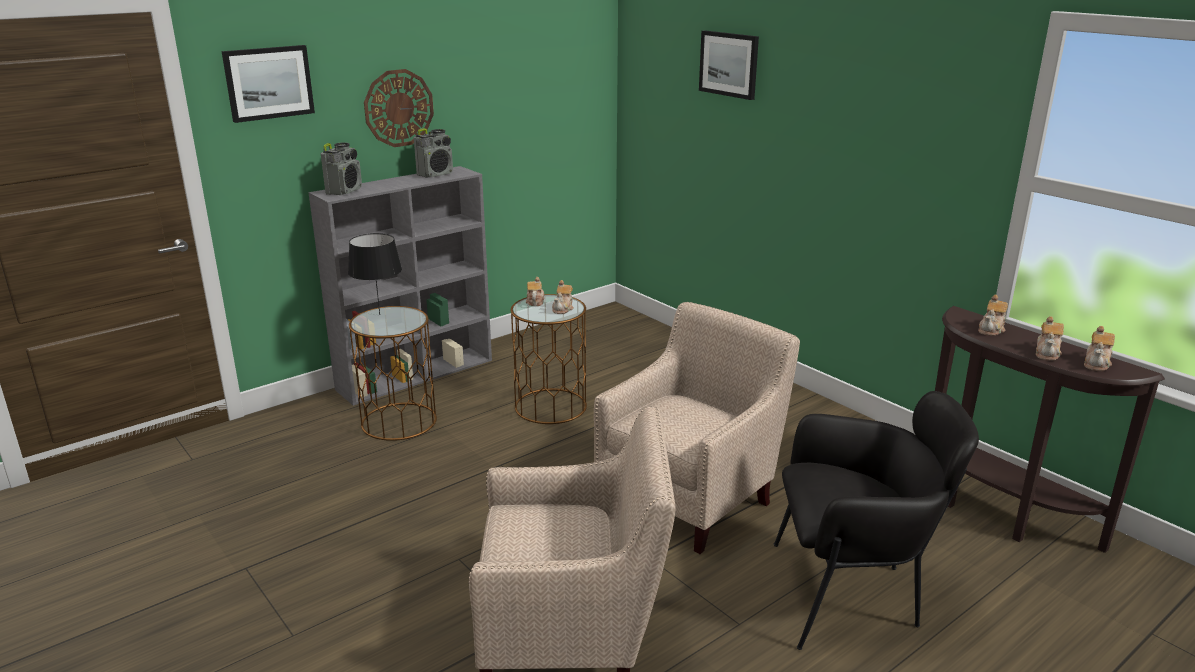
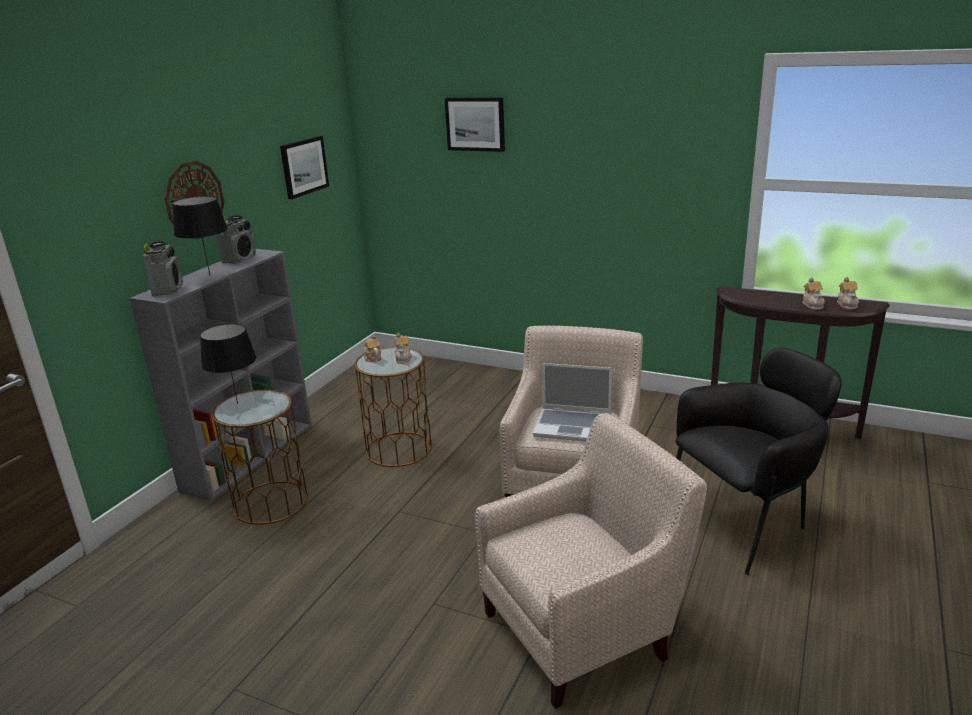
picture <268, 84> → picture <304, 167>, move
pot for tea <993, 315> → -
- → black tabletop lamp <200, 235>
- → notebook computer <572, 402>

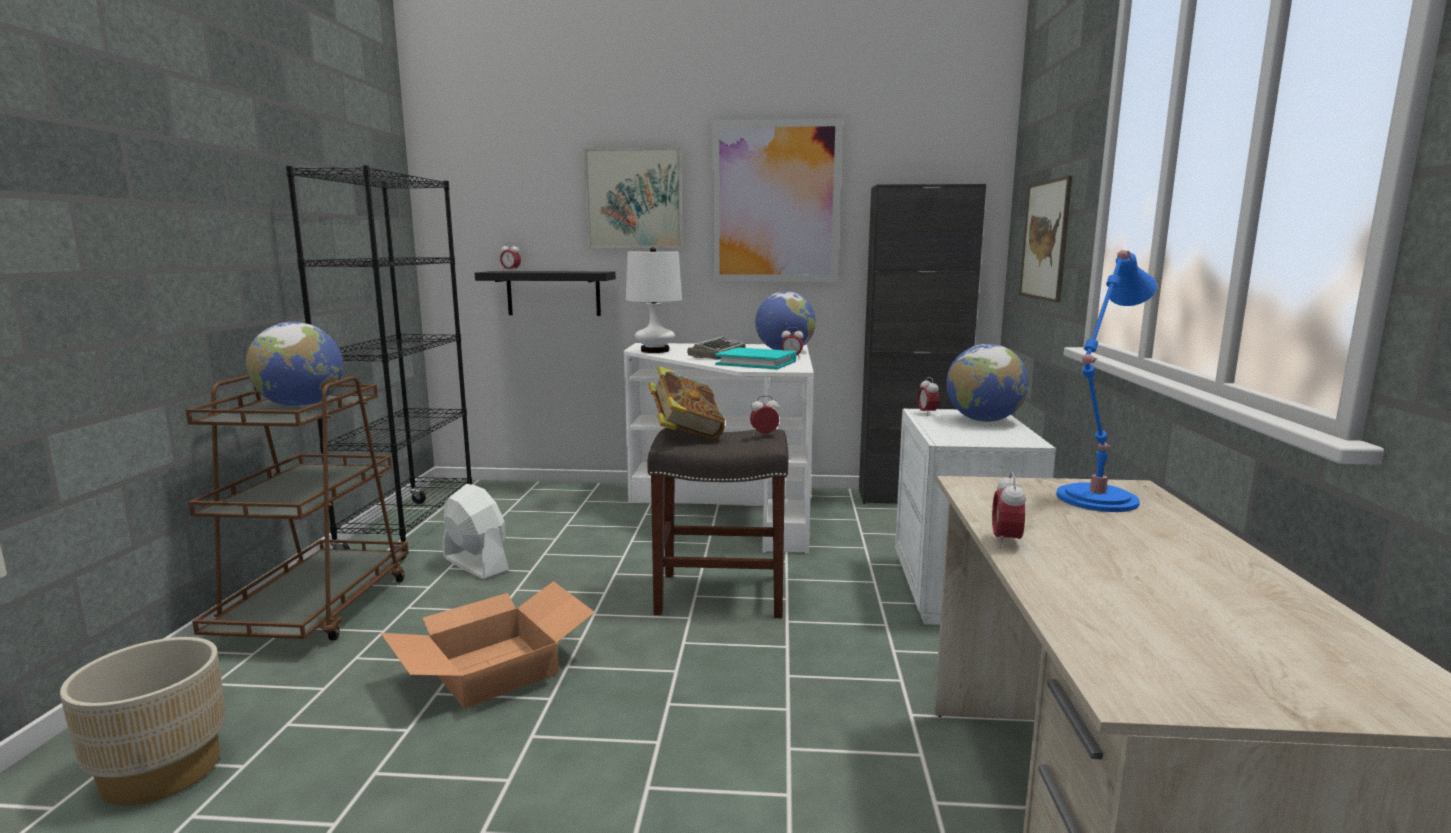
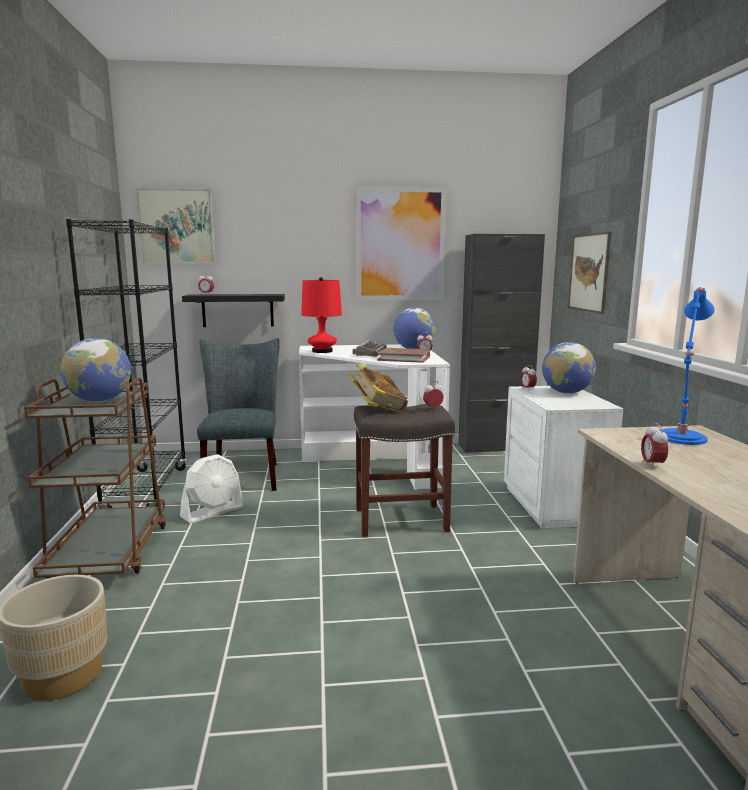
picture <633, 198> → picture <175, 225>, move
whitish tabletop lamp <654, 300> → red tabletop lamp <321, 315>
blue-green volume <756, 358> → brown volume <403, 355>
whitish electric fan <476, 531> → whitish electric fan <212, 488>, 105 degrees clockwise
cardboard box <488, 645> → -
- → gray upright chair <238, 414>

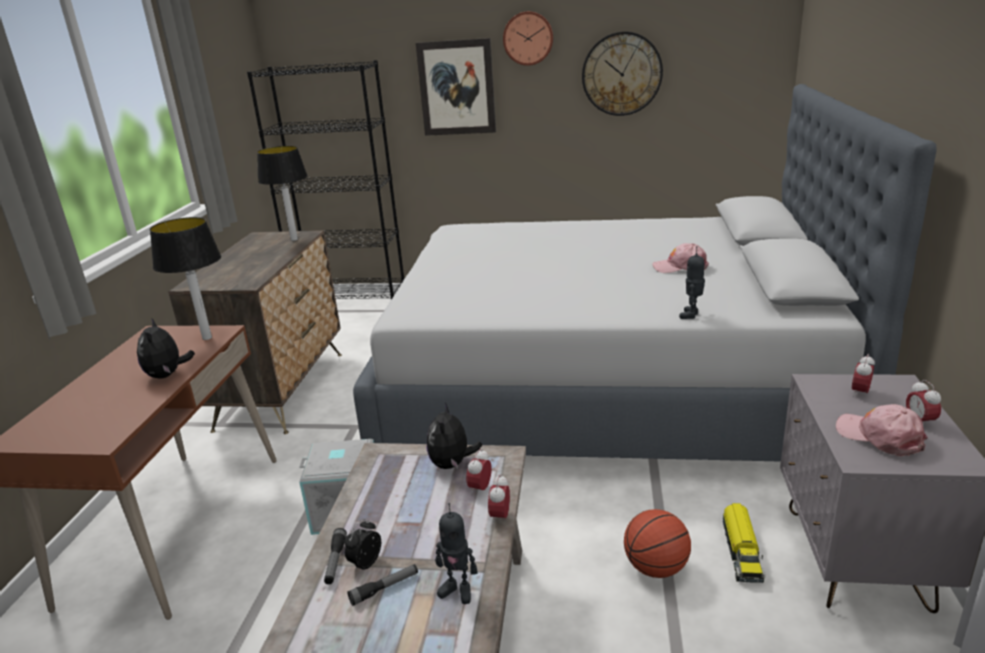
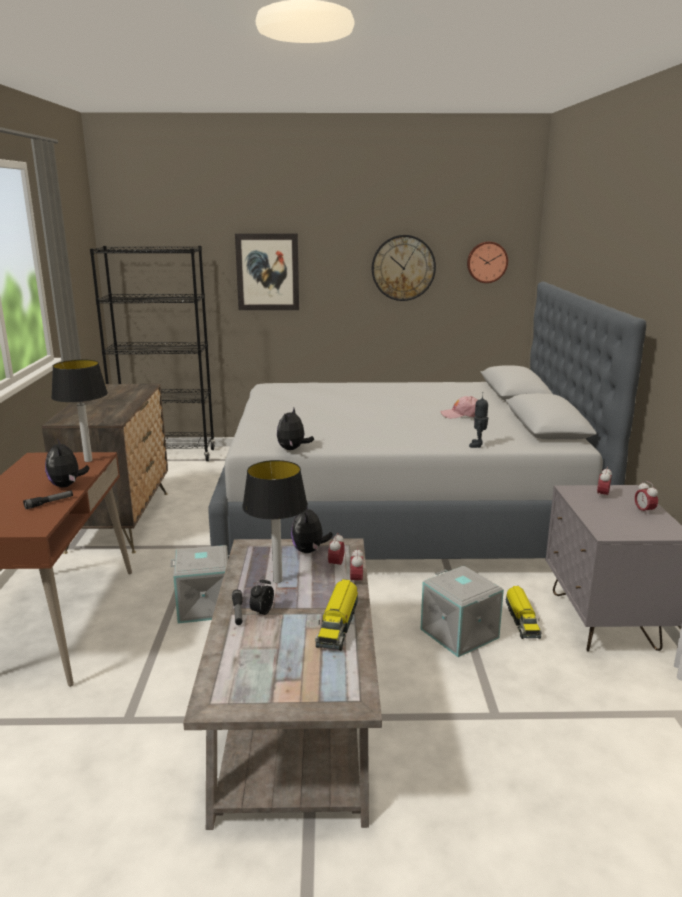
hanging clock <528, 38> → hanging clock <487, 262>, move
tabletop lamp <282, 193> → tabletop lamp <275, 521>, move
pinkish baseball cap <882, 430> → -
model robot <456, 553> → toy truck <336, 615>
basketball <657, 543> → gray storage box <462, 611>
torch <382, 585> → torch <48, 500>, move
- → soft toy <295, 429>

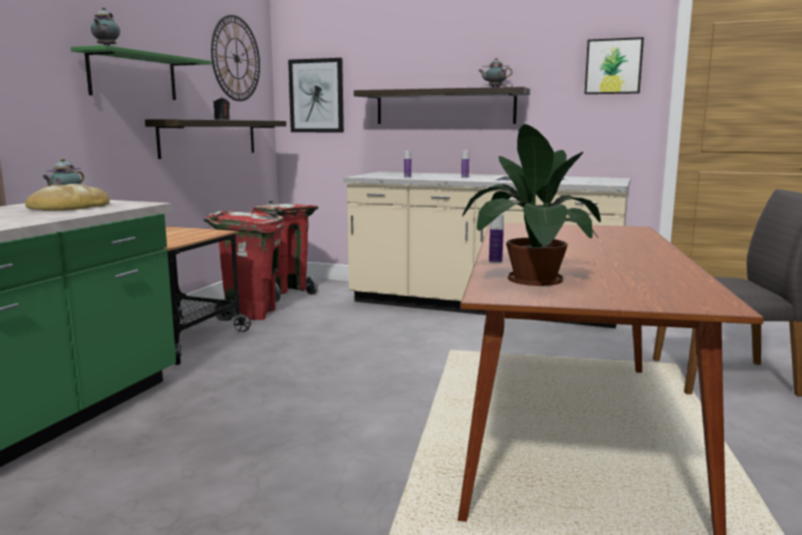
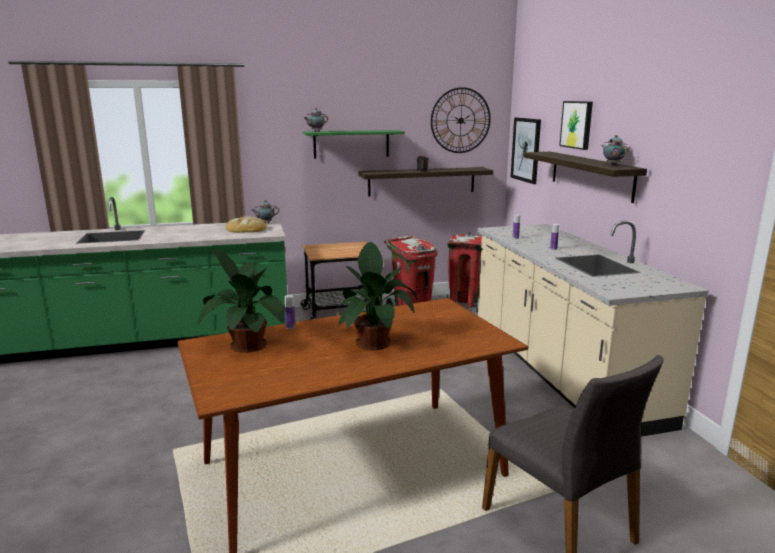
picture <614, 65> → picture <576, 125>, move
- → potted plant <378, 296>

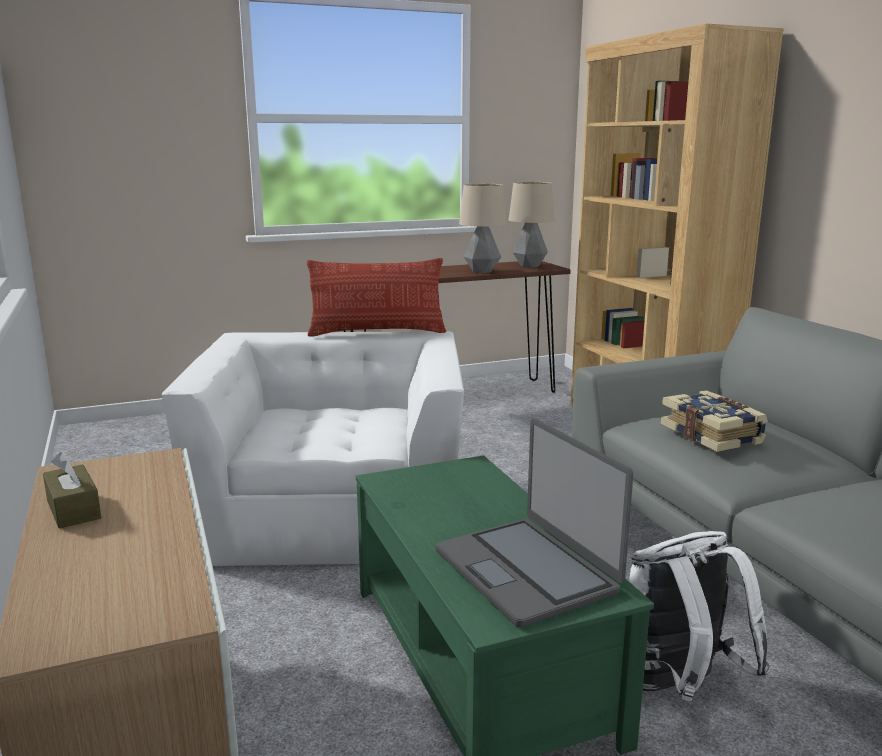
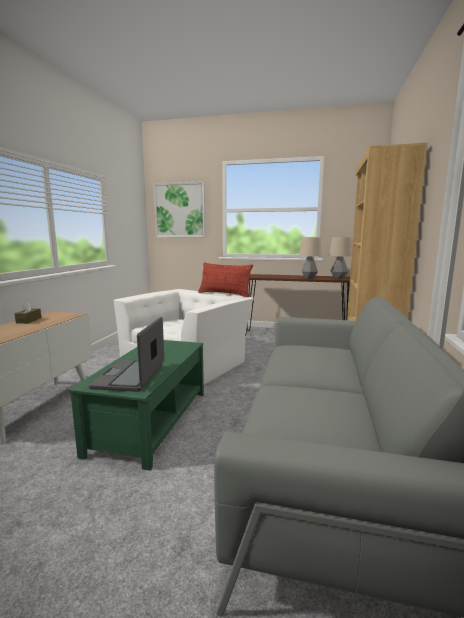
volume <714, 421> → -
whitish knapsack <699, 616> → -
- → picture <179, 209>

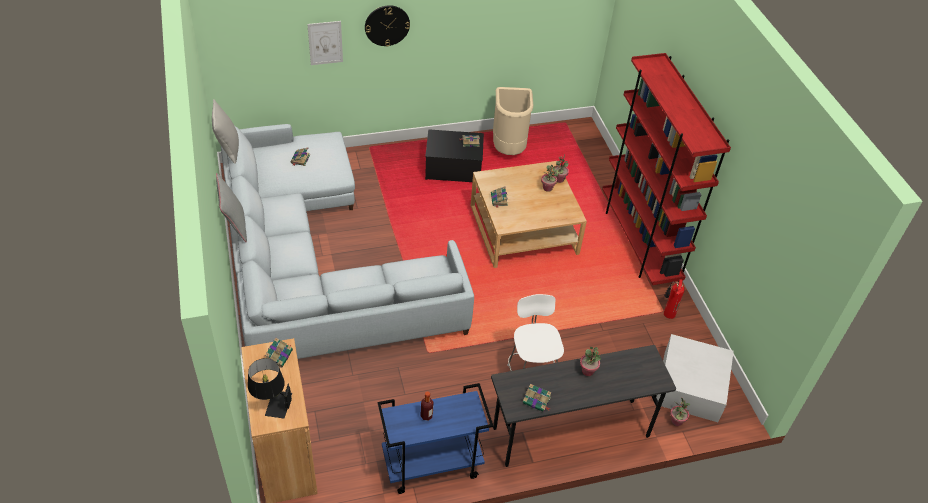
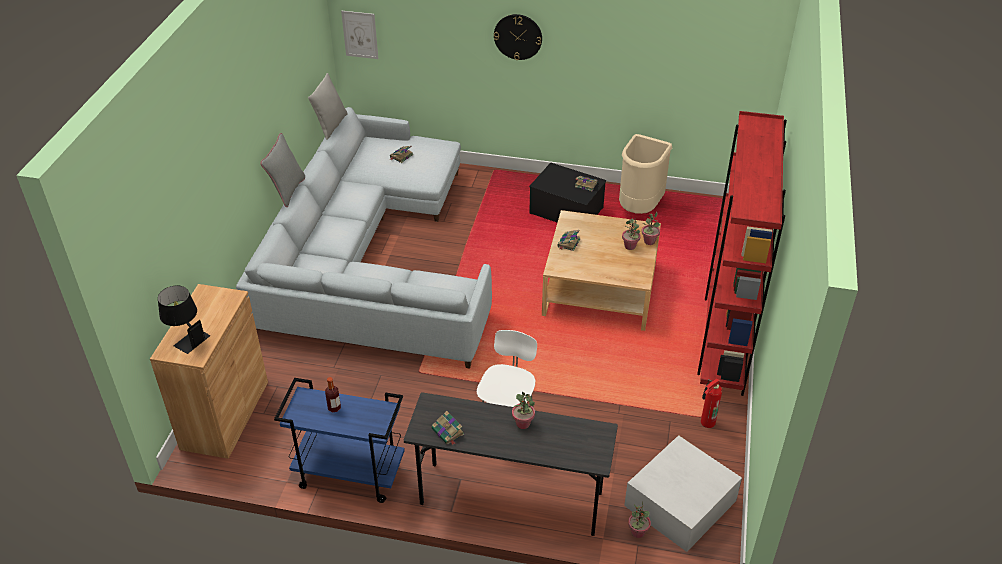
picture <325, 43> → picture <359, 35>, move
volume <279, 353> → -

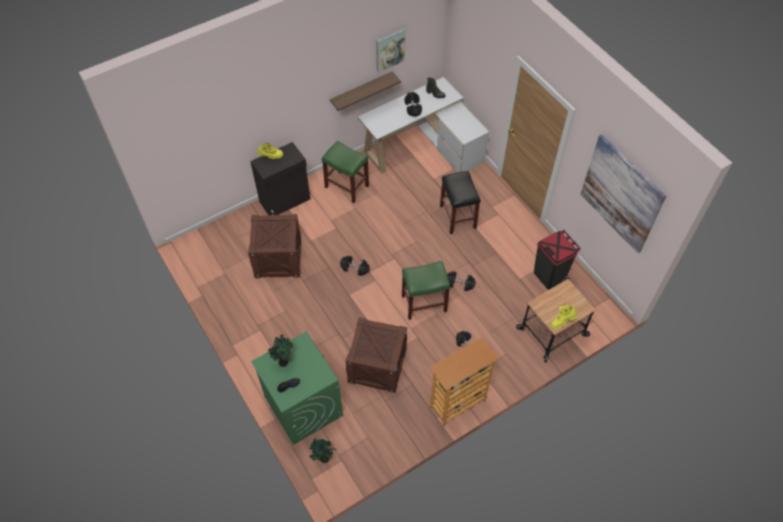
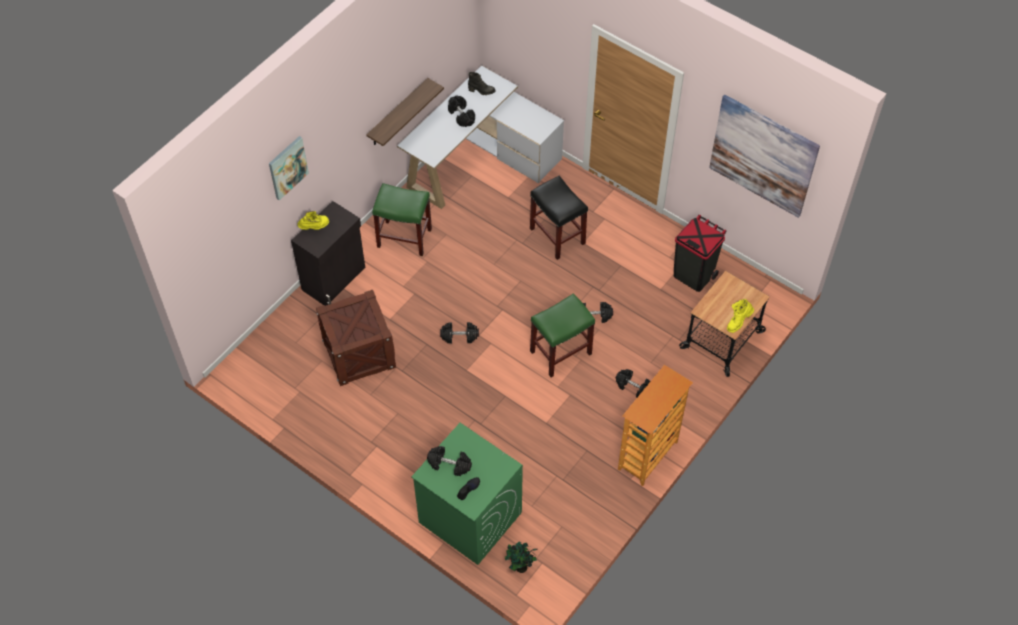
picture <390, 50> → picture <289, 168>, move
packing crate <376, 355> → -
potted plant <280, 351> → black dumbbell <449, 461>

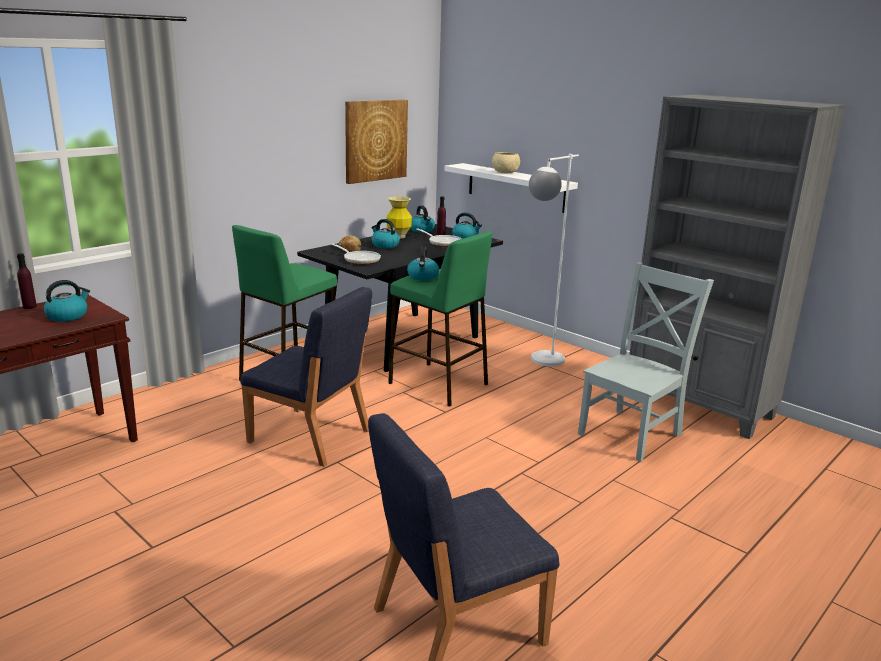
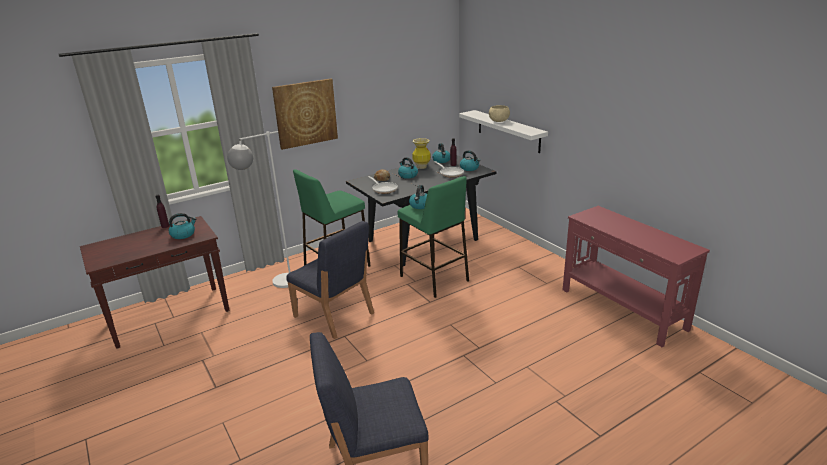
gray bookcase <737, 266> → red narrow table <636, 276>
picture <376, 142> → picture <305, 114>, move
whitish floor lamp <554, 260> → whitish floor lamp <258, 209>, move
gray upright chair <646, 362> → -

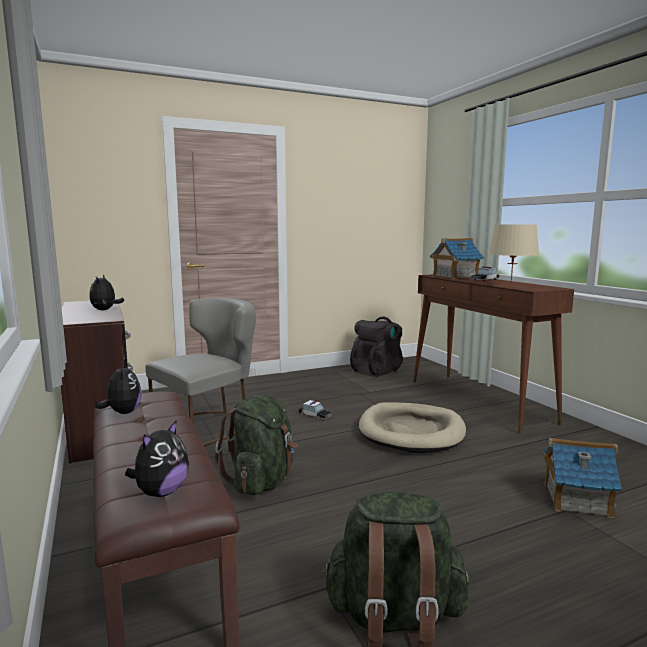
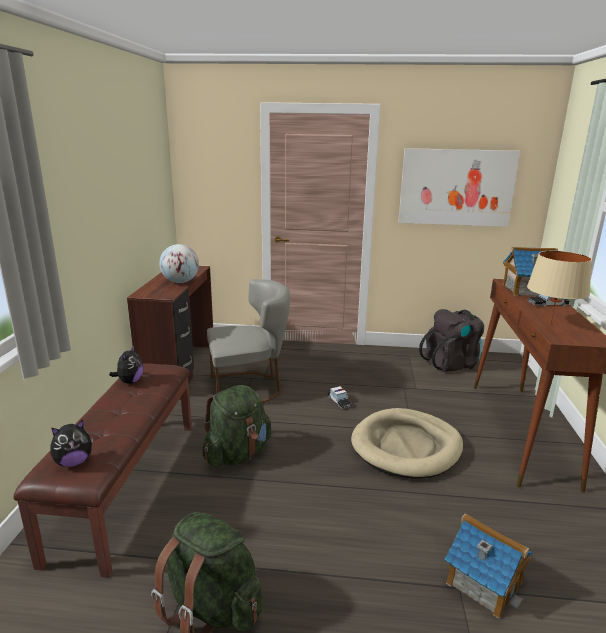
soft toy <106, 292> → desk globe <179, 263>
- → picture <459, 187>

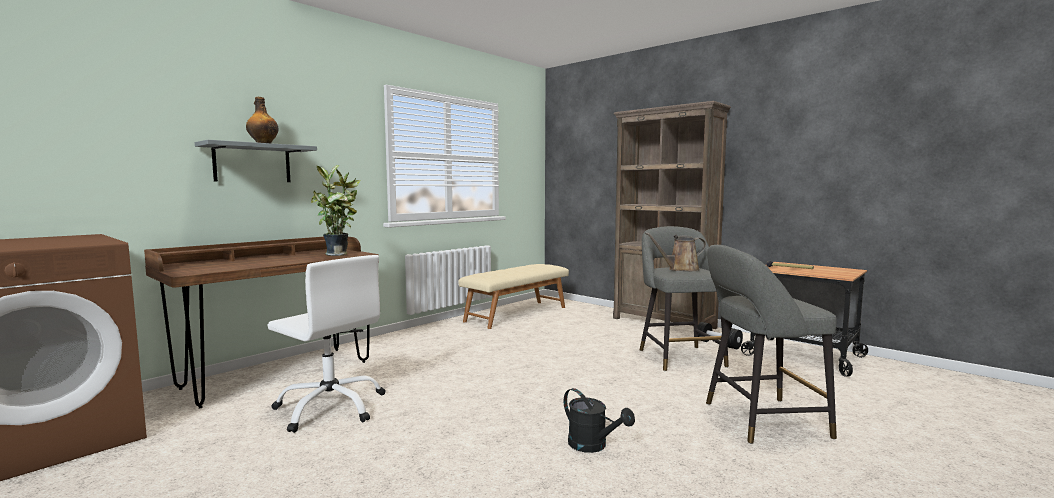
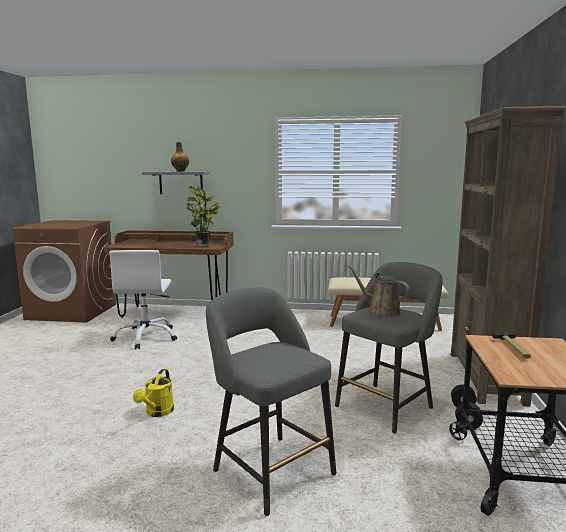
black sprinkling can <599, 420> → yellow sprinkling can <153, 393>

